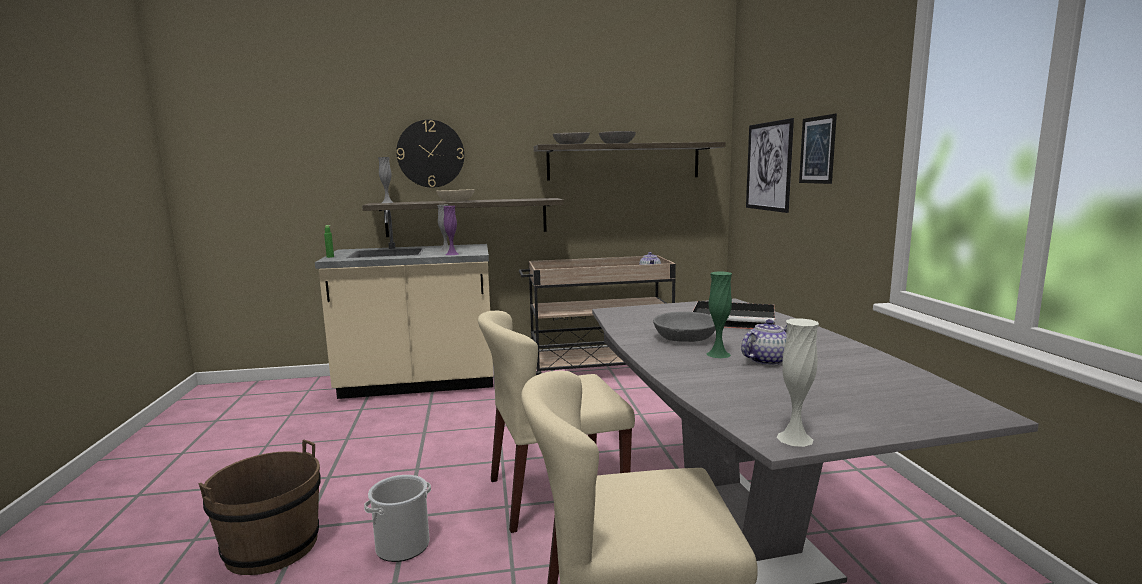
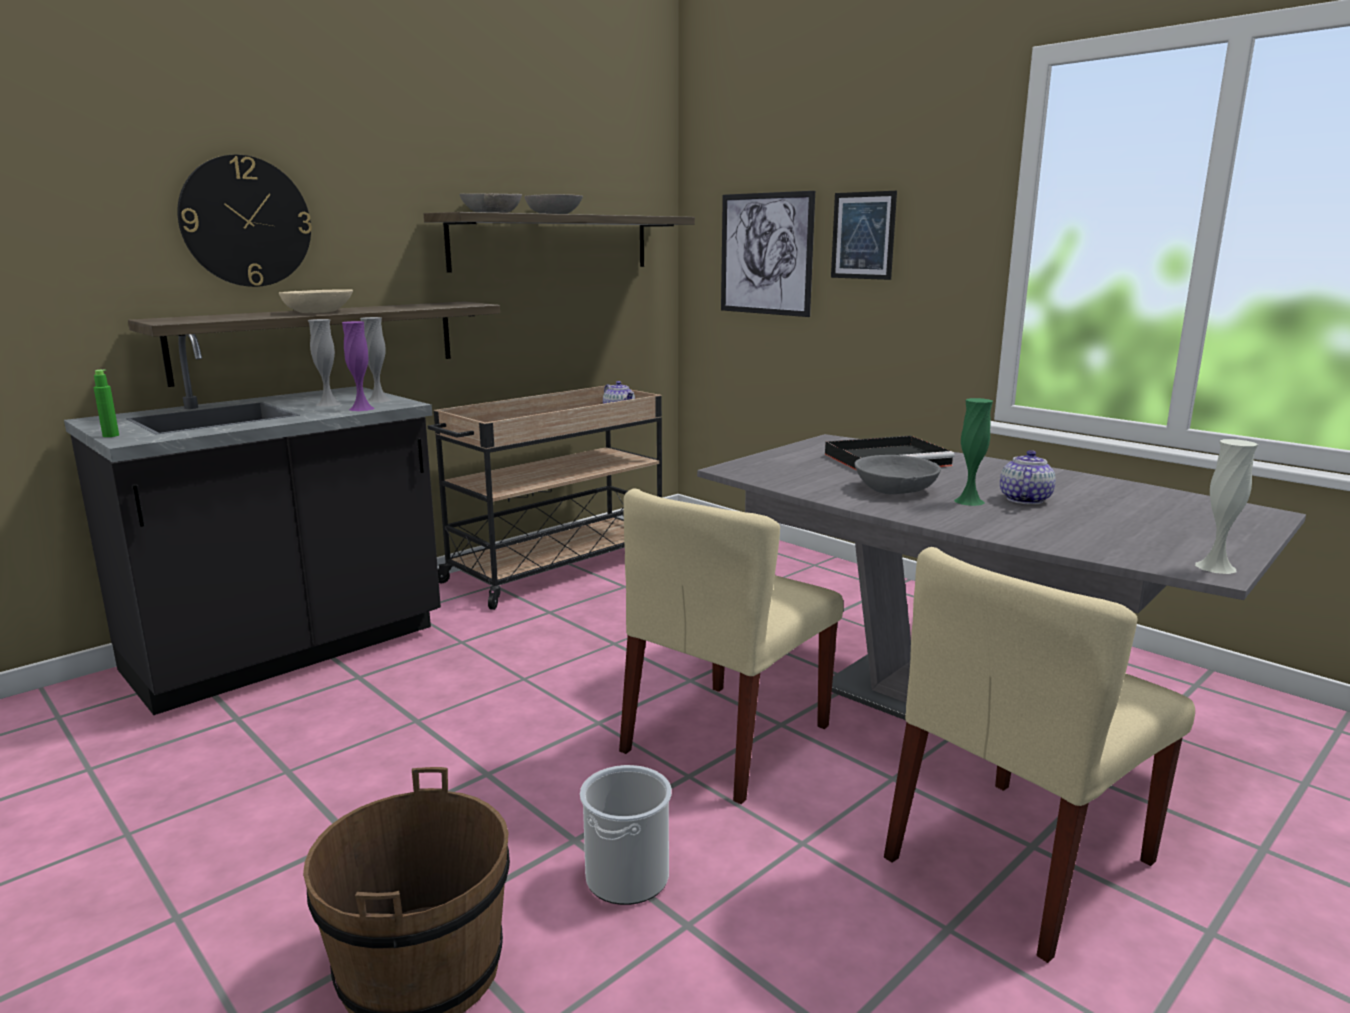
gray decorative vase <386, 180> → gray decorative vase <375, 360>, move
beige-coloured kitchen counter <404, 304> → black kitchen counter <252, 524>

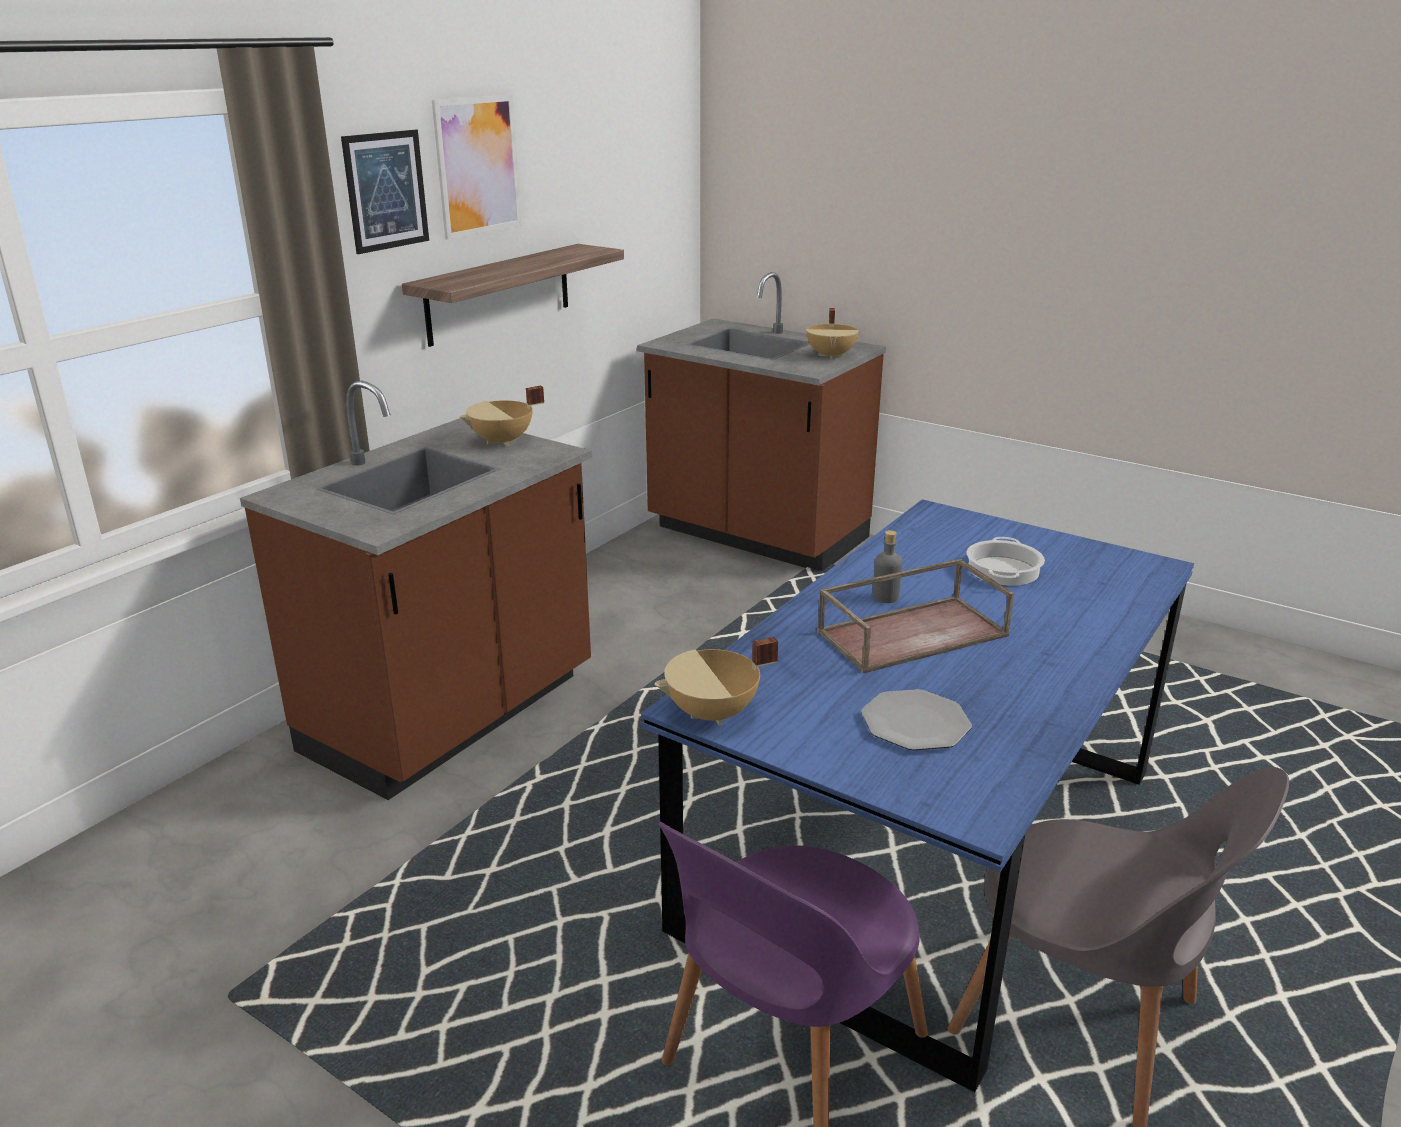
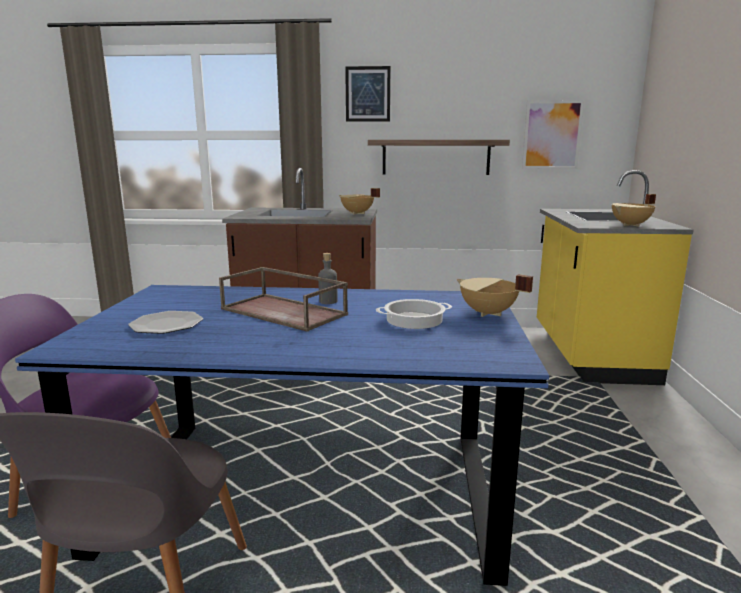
picture <476, 167> → picture <553, 134>, move
brown kitchen counter <761, 421> → yellow kitchen counter <615, 277>
beige-coloured saucepot <716, 681> → beige-coloured saucepot <495, 295>, move

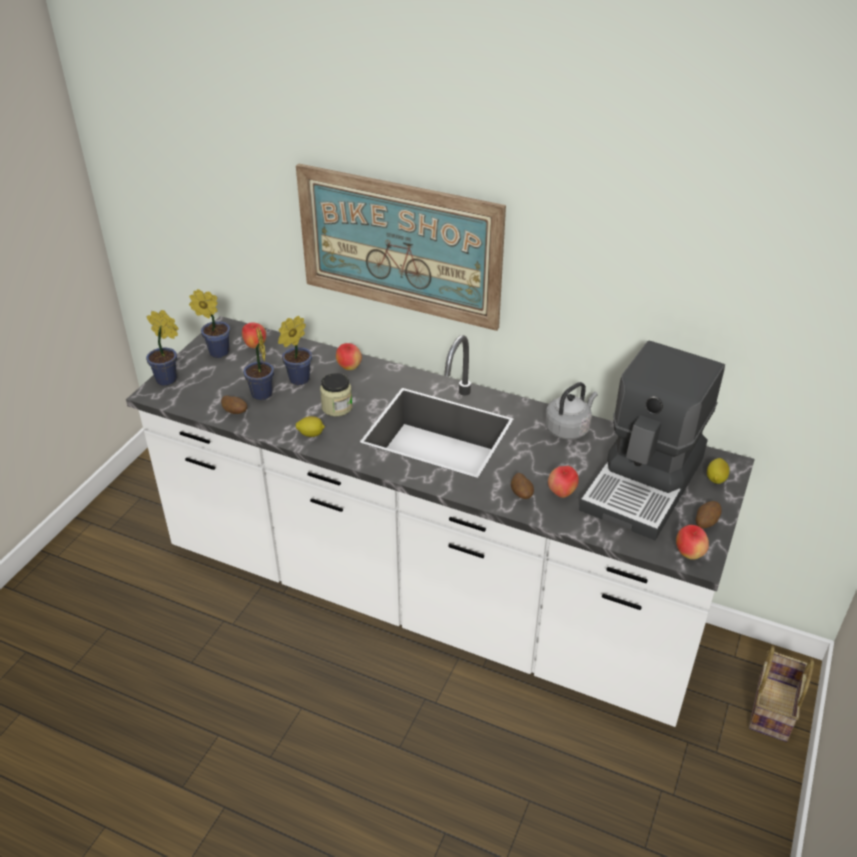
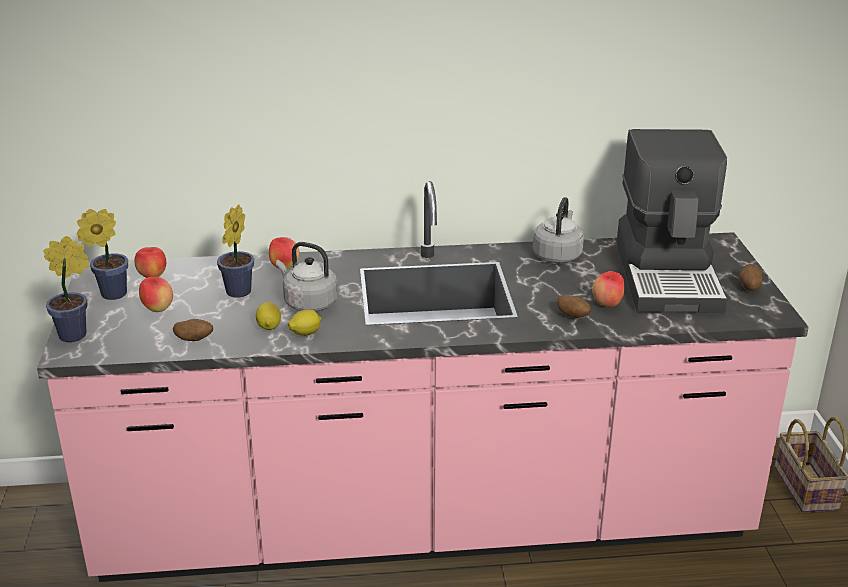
picture <401, 247> → -
whitish kitchen counter <440, 521> → pinkish kitchen counter <423, 381>
potted plant <258, 363> → -
preserve jar <336, 394> → gray tea kettle <307, 277>
lemon <718, 471> → lemon <268, 316>, move
whole apple <692, 542> → whole apple <156, 294>, move

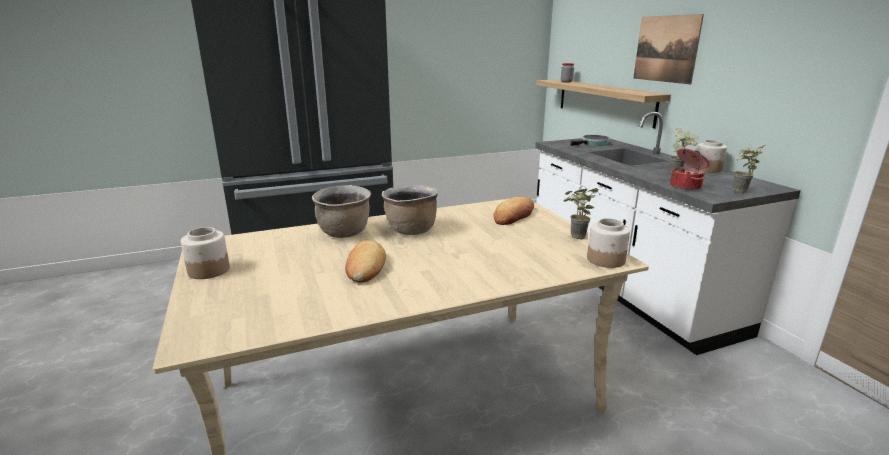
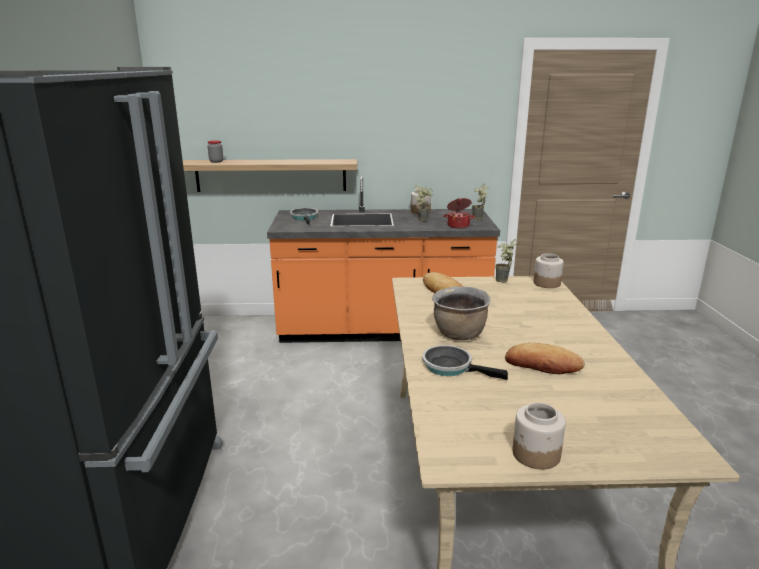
picture <668, 49> → -
whitish kitchen counter <668, 233> → orange-coloured kitchen counter <383, 259>
brown saucepot <341, 211> → frying pan <465, 362>

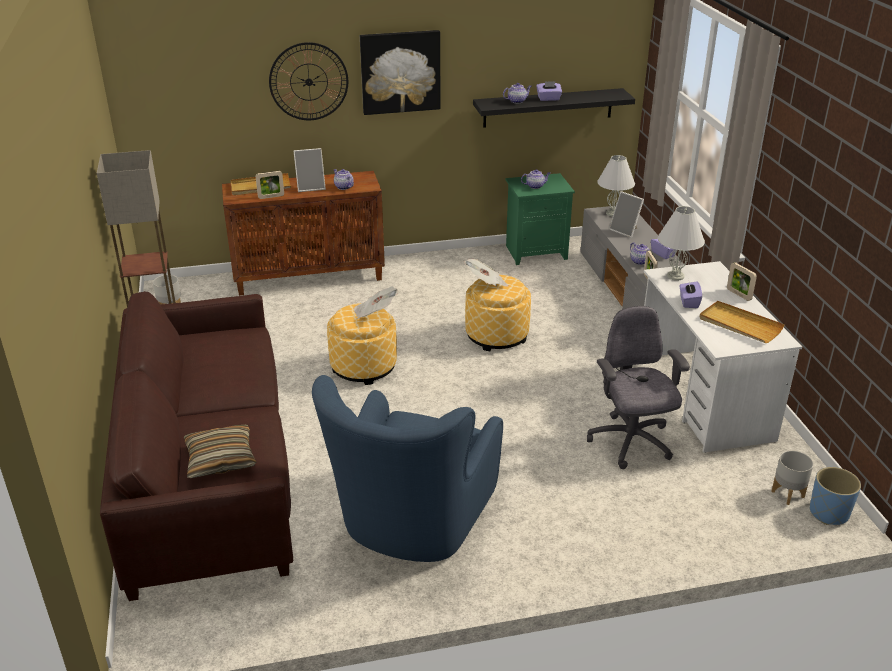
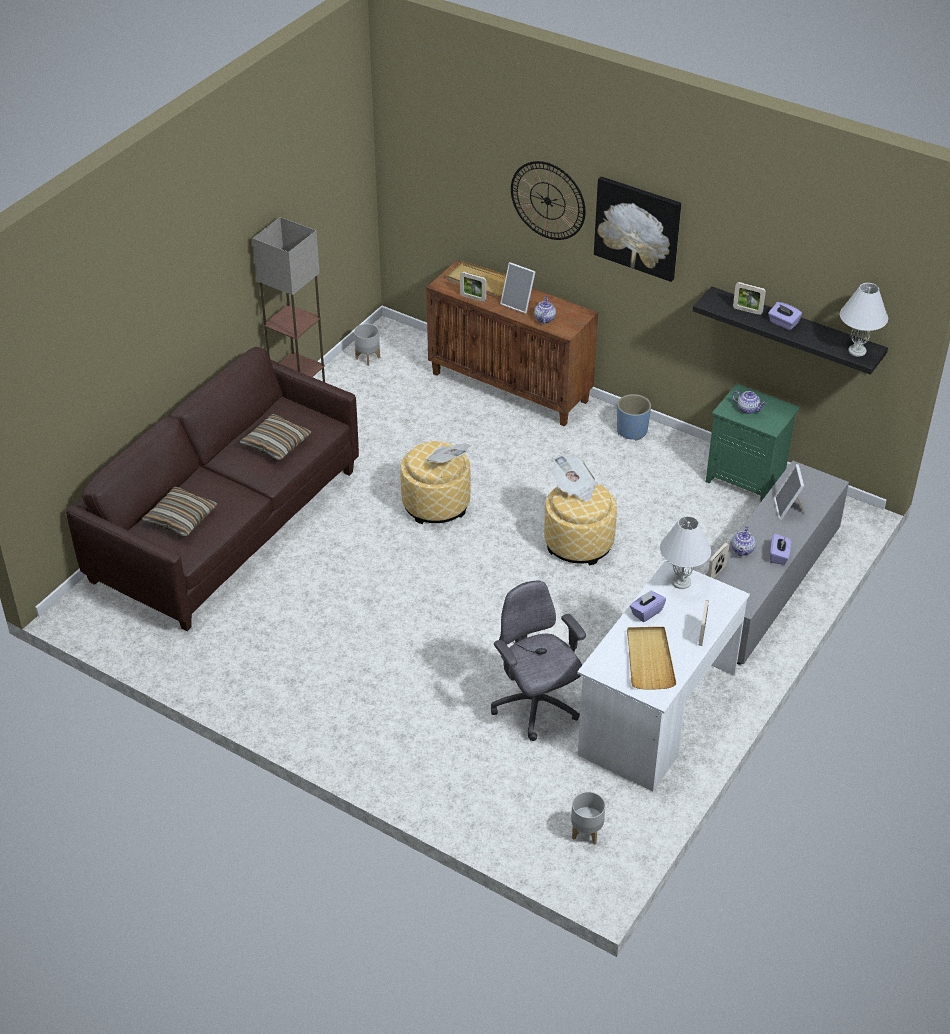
pot for tea <517, 93> → photo frame <749, 298>
whitish tabletop lamp <616, 186> → whitish tabletop lamp <864, 320>, move
gray computer chair <638, 387> → gray computer chair <538, 661>, 60 degrees counterclockwise
blue lounge chair <407, 468> → -
blue plant pot <835, 496> → blue plant pot <634, 417>, move
- → cushion <276, 437>

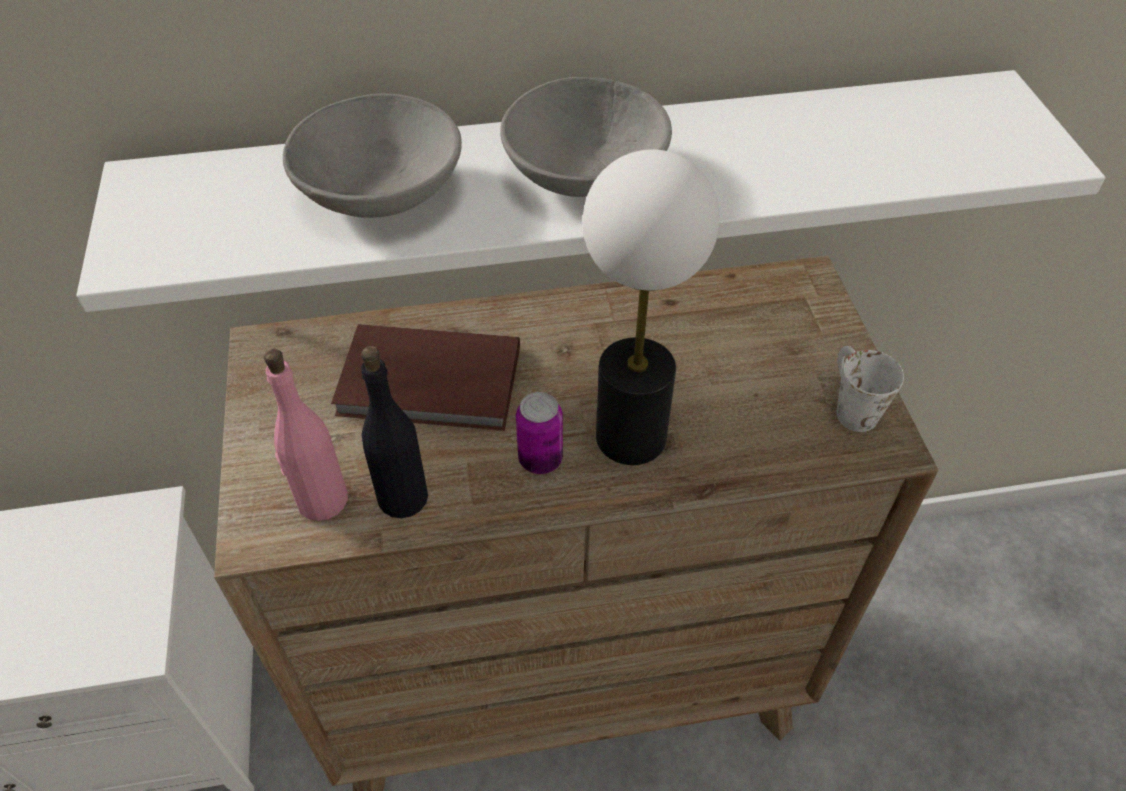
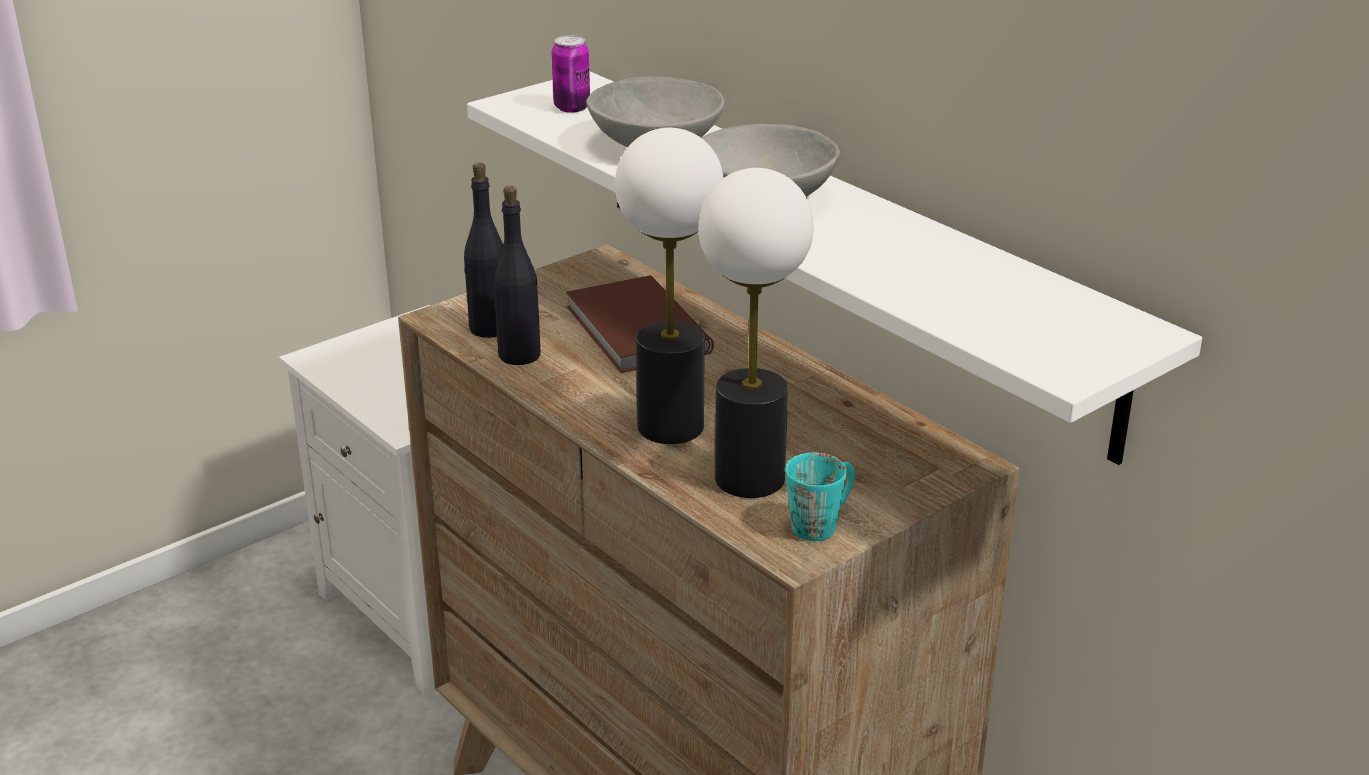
whitish mug <870, 389> → blue-green mug <820, 497>
pinkish drink bottle <306, 435> → black drink bottle <483, 250>
sealed can <539, 433> → sealed can <570, 74>, move
- → tabletop lamp <756, 333>

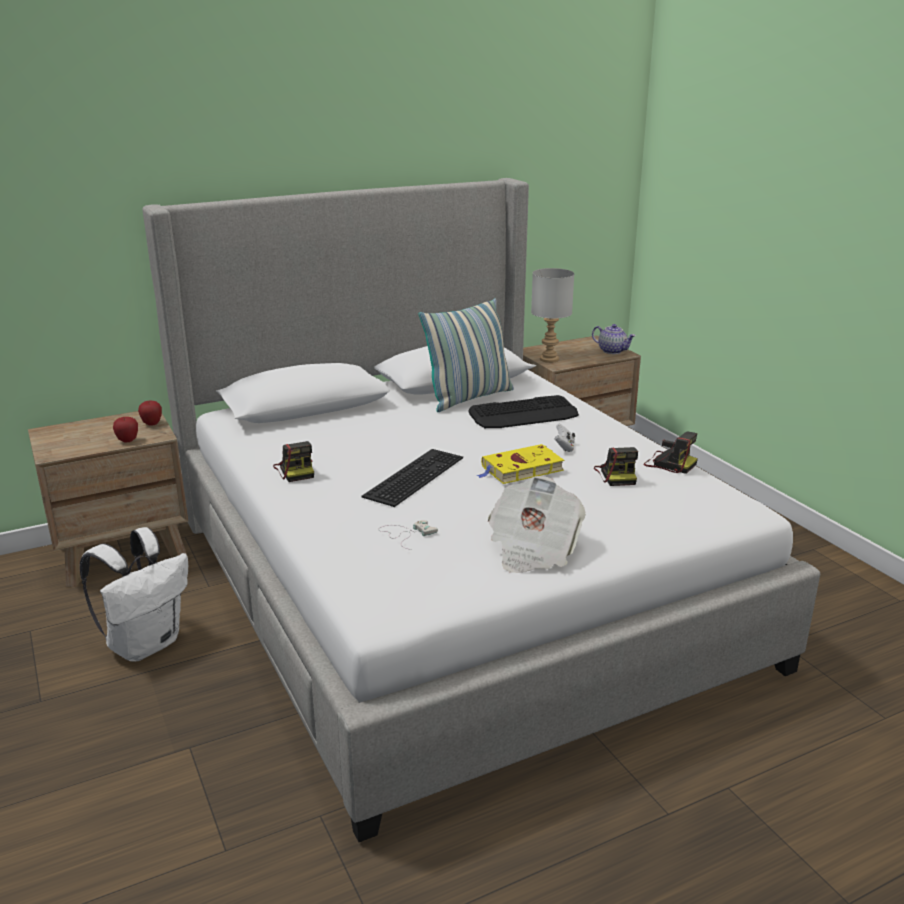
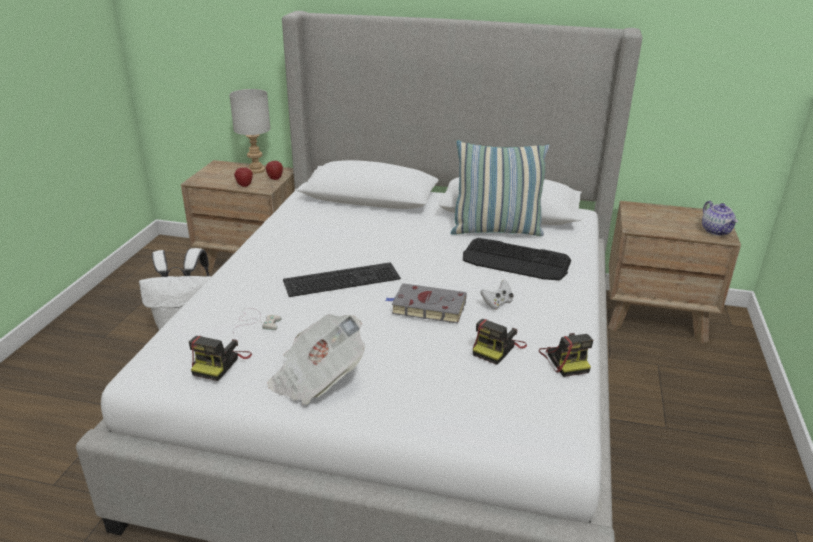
gray tabletop lamp <552, 315> → gray tabletop lamp <249, 131>, move
photo camera <293, 461> → photo camera <220, 358>, move
yellow volume <520, 464> → gray volume <426, 303>

